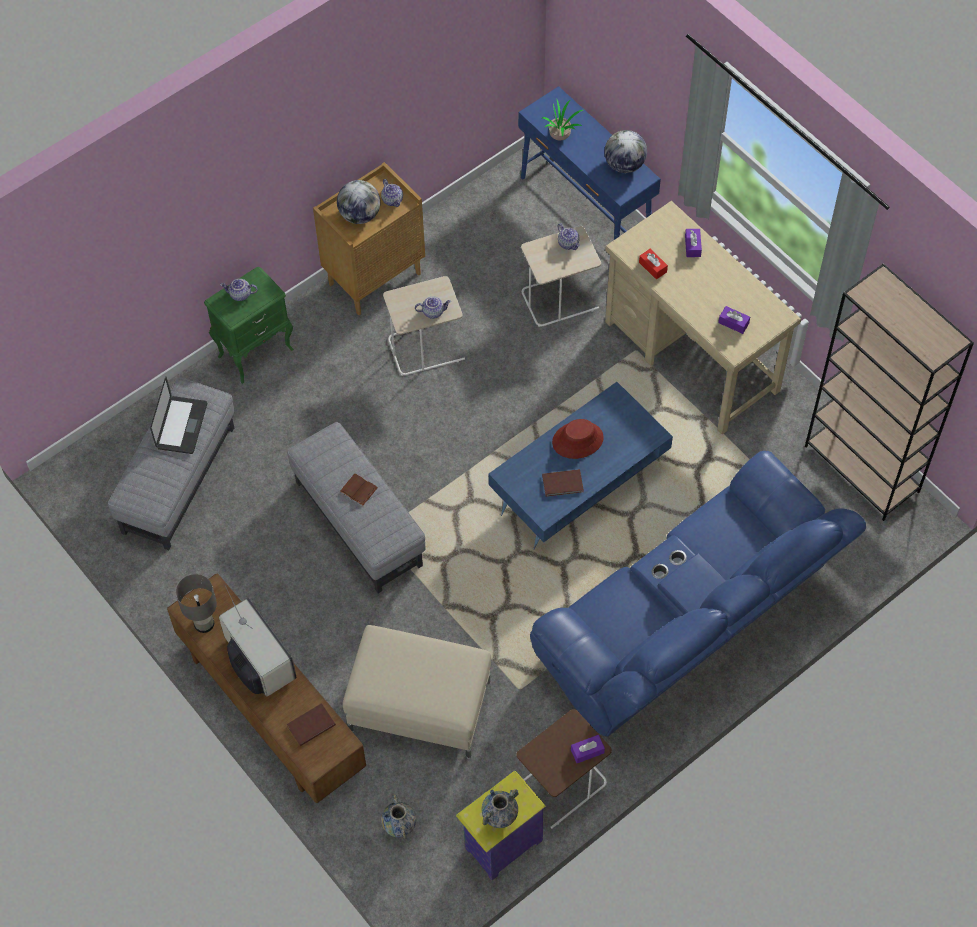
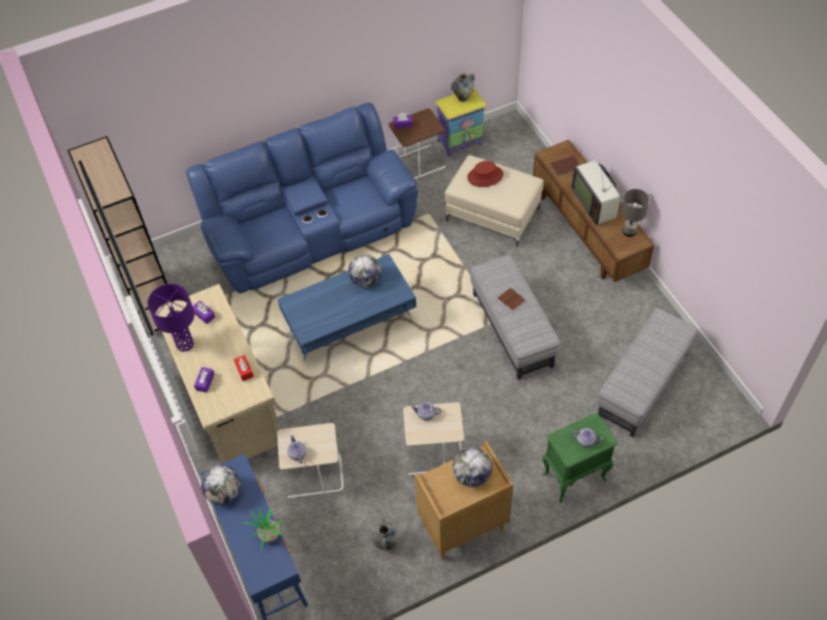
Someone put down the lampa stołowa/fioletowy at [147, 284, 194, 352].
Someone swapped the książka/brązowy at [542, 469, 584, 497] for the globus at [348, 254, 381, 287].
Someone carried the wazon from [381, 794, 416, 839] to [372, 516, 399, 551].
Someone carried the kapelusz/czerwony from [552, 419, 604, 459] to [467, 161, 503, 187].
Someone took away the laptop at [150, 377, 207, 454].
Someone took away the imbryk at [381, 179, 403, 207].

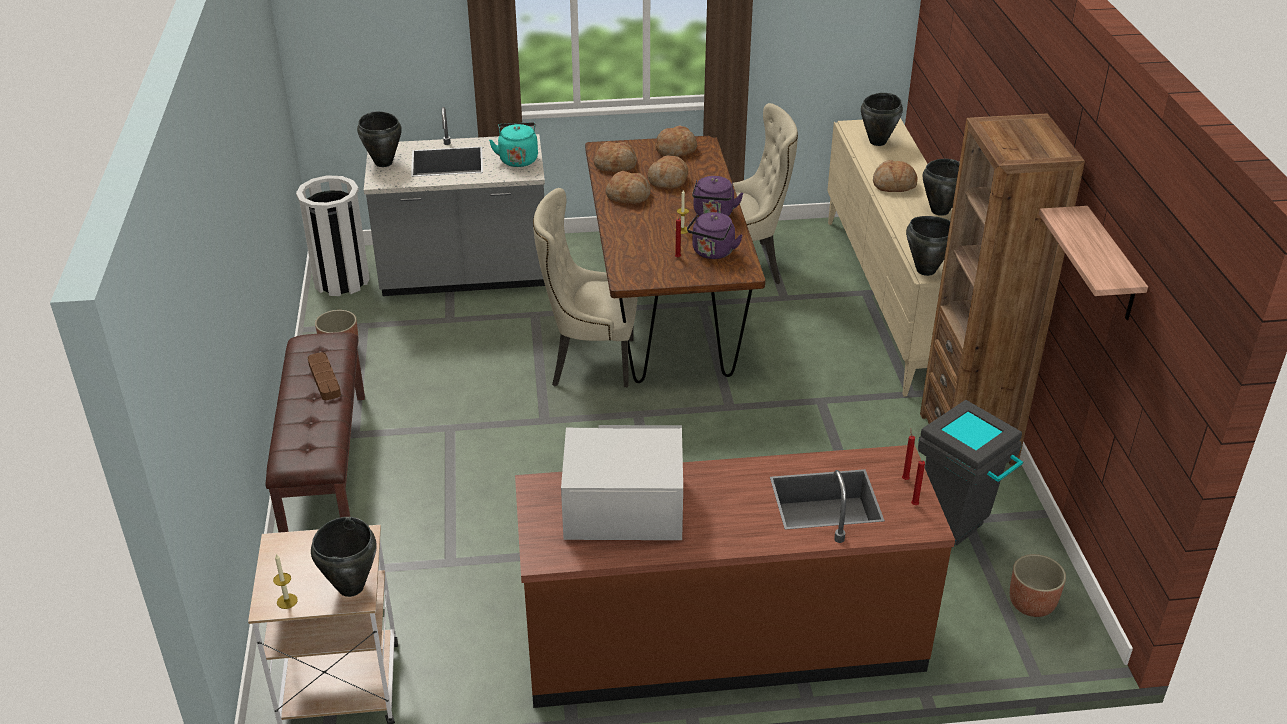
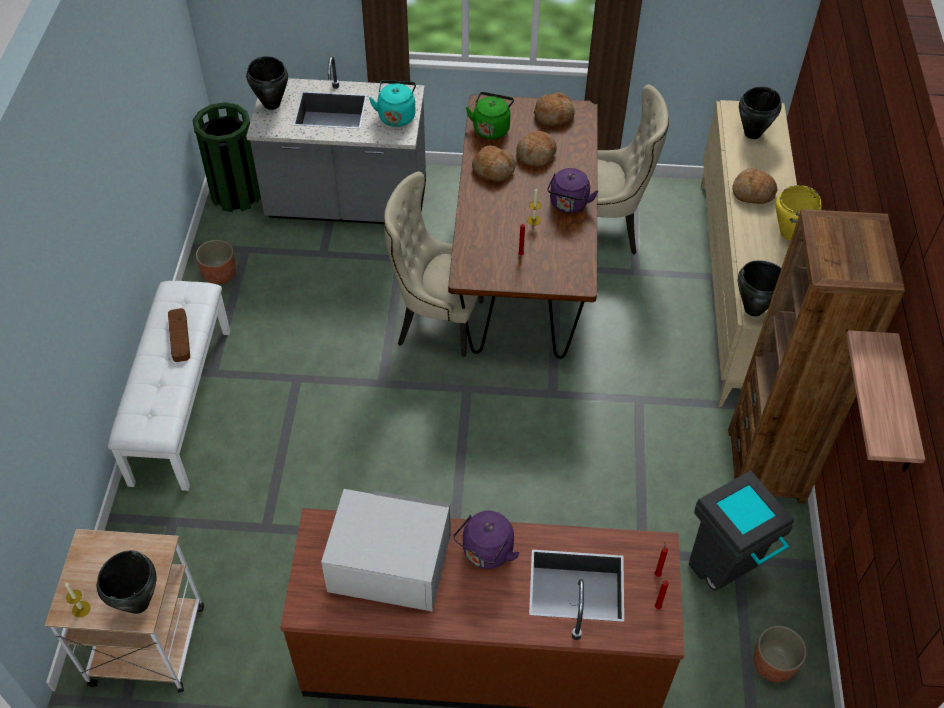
Someone repainted the ławka/brązowy at [266, 332, 365, 533], which became the ławka/biały at [108, 281, 230, 491].
Someone repainted the kosz na śmieci/biały at [296, 175, 370, 296], which became the kosz na śmieci/zielony at [192, 102, 261, 212].
Someone carried the czajnik/fioletowy from [687, 212, 743, 259] to [453, 511, 520, 569].
Someone swapped the chleb at [594, 142, 637, 172] for the czajnik/zielony at [466, 92, 514, 139].
Someone repainted the garnek/czarny at [922, 159, 960, 216], which became the garnek/żółty at [776, 185, 822, 240].

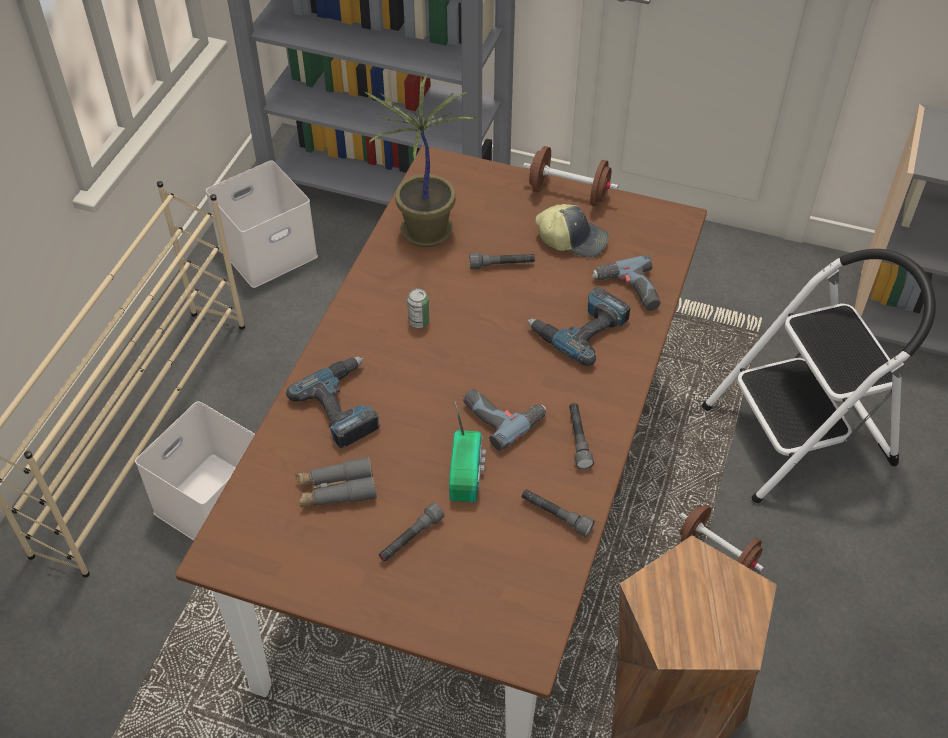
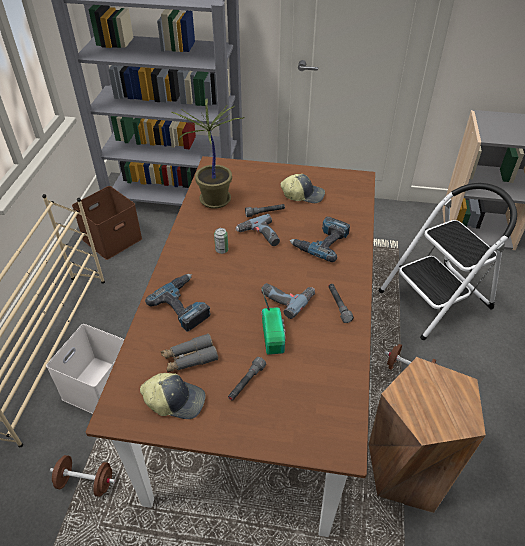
Someone carried the hantel/brązowy from [523, 146, 619, 207] to [50, 455, 116, 497].
Someone repainted the pojemnik do przechowywania/biały at [206, 160, 318, 288], which became the pojemnik do przechowywania/brązowy at [72, 186, 142, 260].
Someone put down the czapka z daszkiem at [140, 373, 206, 419].
Someone carried the wiertarka from [592, 255, 660, 311] to [235, 214, 280, 246].
Someone took away the latarka/szary at [521, 489, 595, 537].

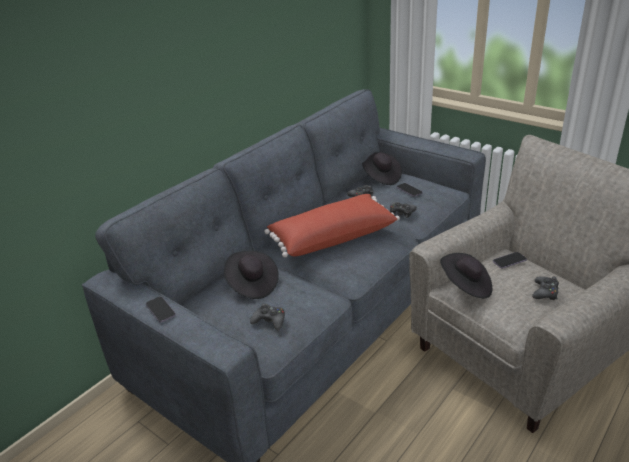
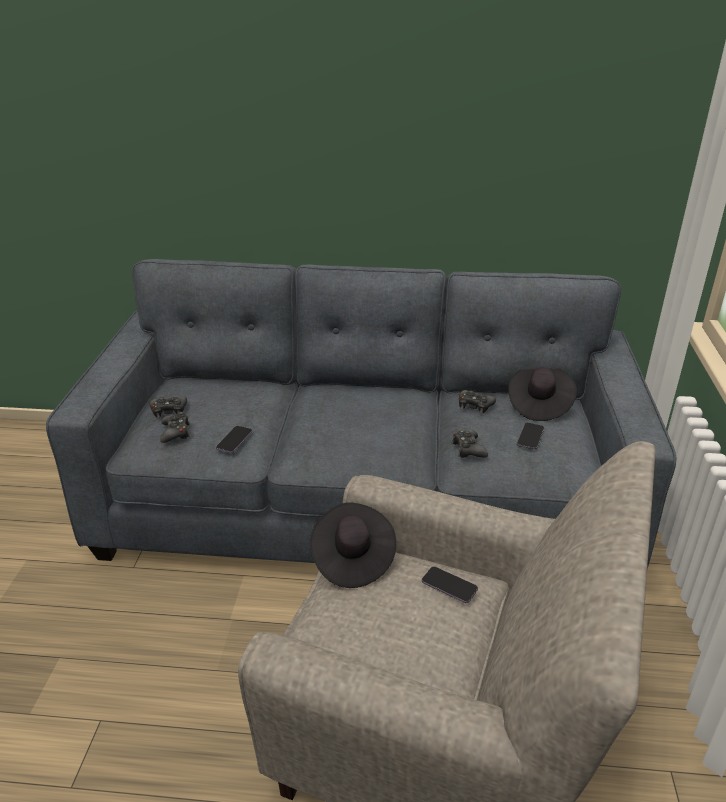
Someone carried the pad do gier/czarny from [532, 276, 559, 300] to [150, 396, 187, 418].
Someone carried the telefon from [146, 296, 176, 323] to [216, 426, 252, 453].
Someone took away the kapelusz/czarny at [224, 251, 279, 299].
Someone took away the poduszka/czerwony at [264, 194, 400, 257].

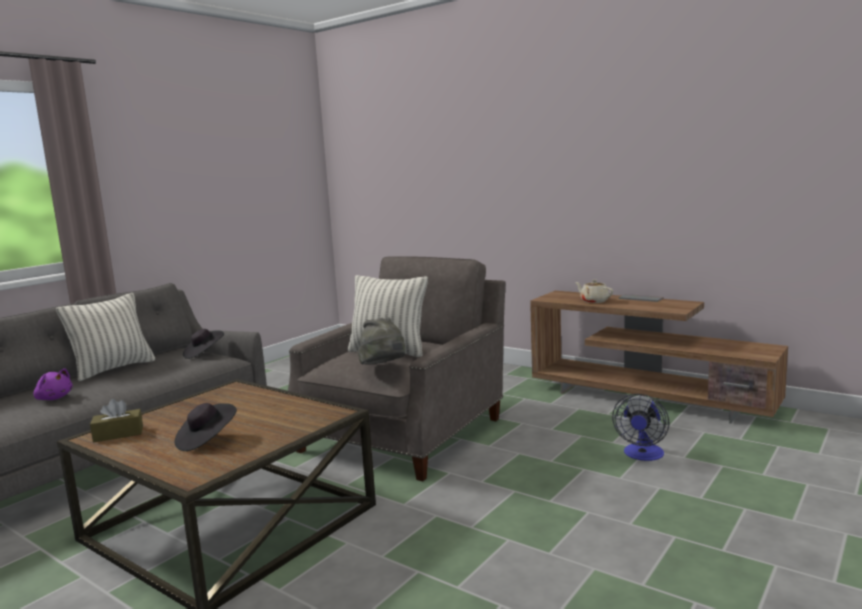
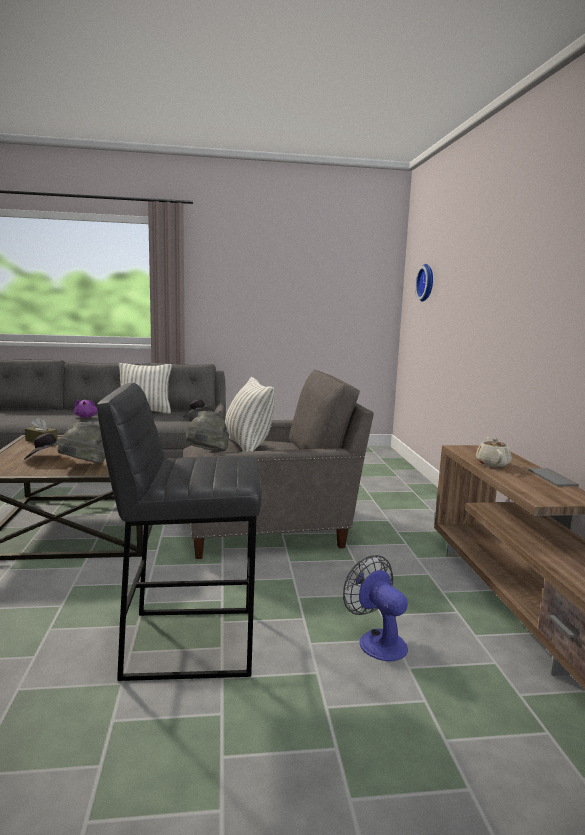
Someone put down the kapelusz/szary at [58, 422, 105, 464].
Someone put down the stołek/szary at [97, 383, 261, 681].
Someone rotated the wentylator at [612, 394, 670, 461] by 75 degrees clockwise.
Someone put up the zegar ścienny at [415, 264, 433, 302].

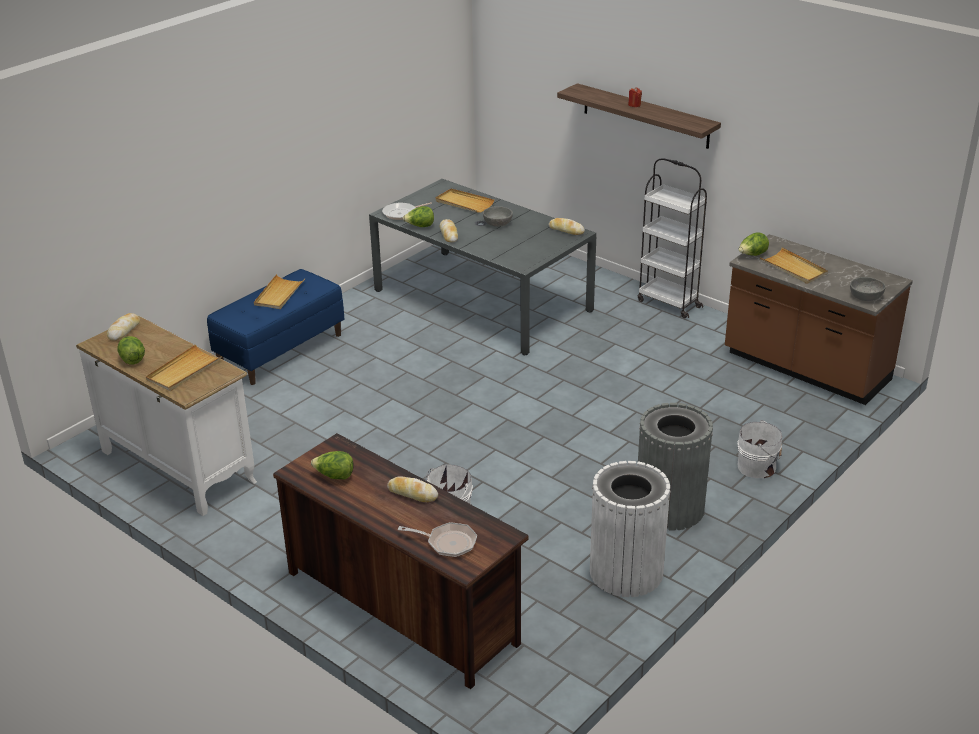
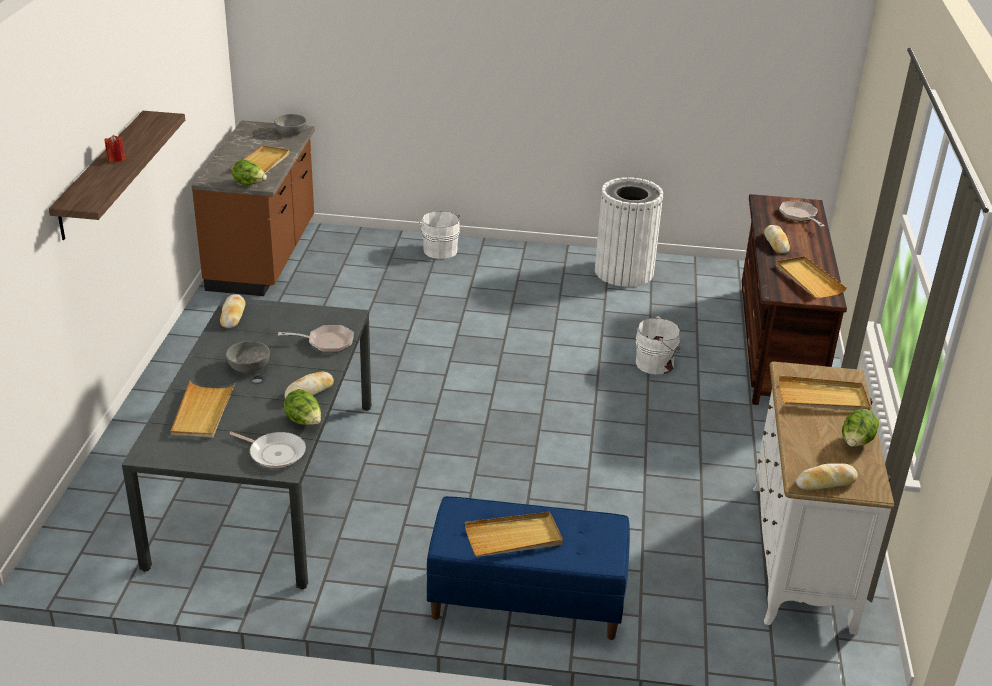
Someone put down the patelnia at [278, 325, 354, 352].
Someone swapped the sałata at [311, 451, 354, 479] for the taca/beżowy at [776, 256, 847, 298].
Someone took away the wózek/biały at [638, 158, 707, 319].
Someone took away the kosz na śmieci/szary at [638, 403, 713, 531].

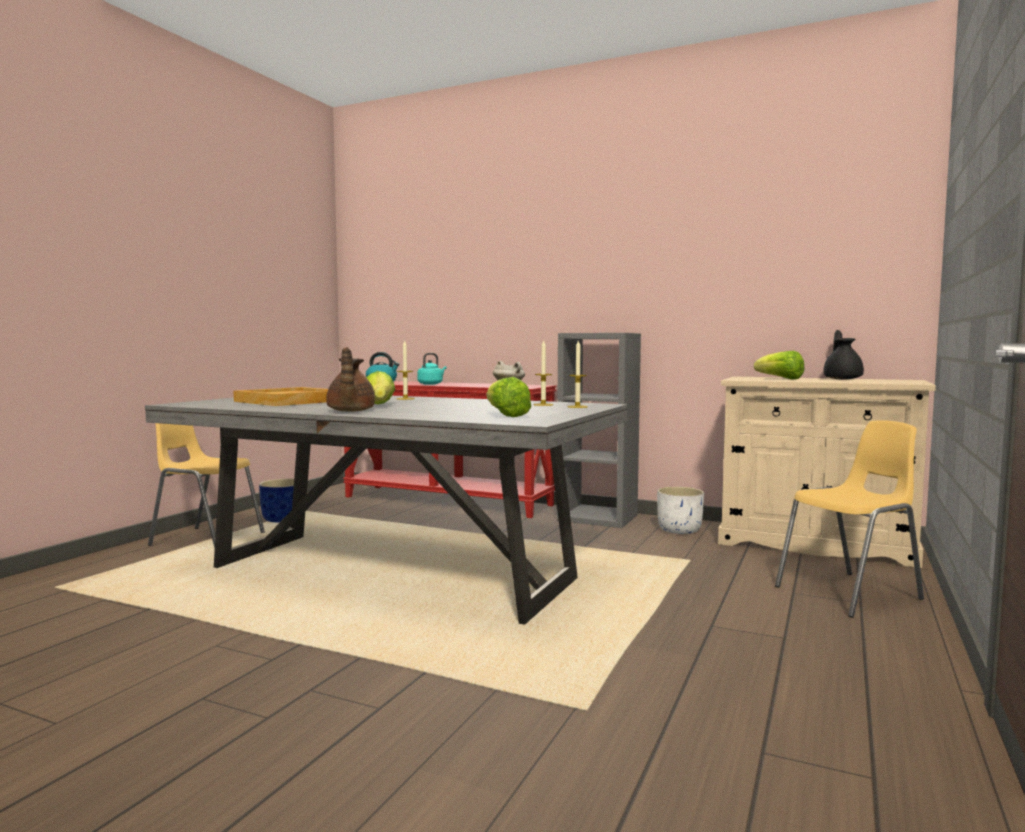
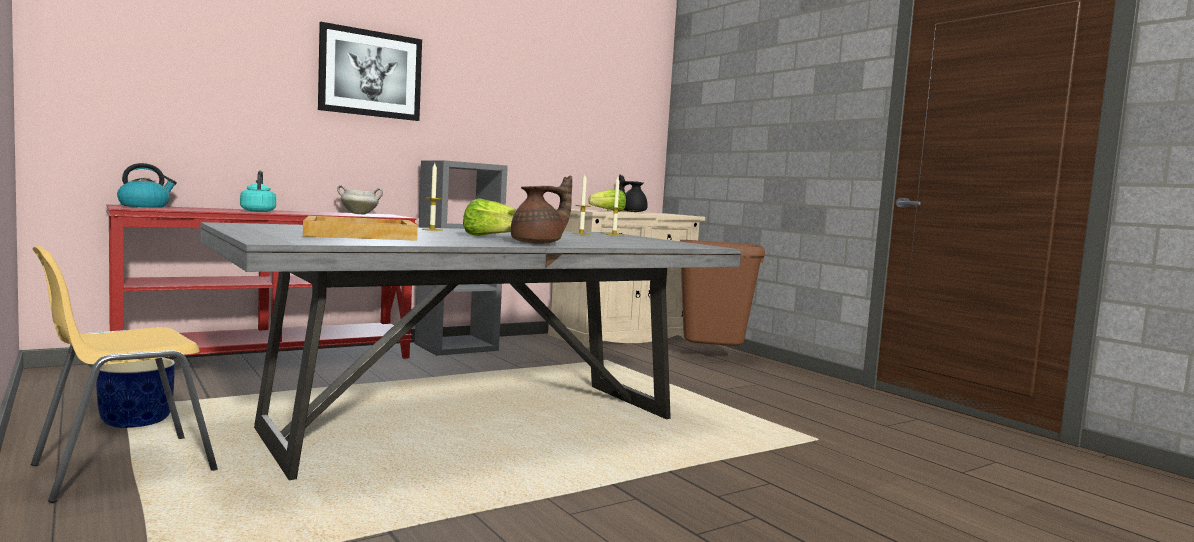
Someone put up the obraz at [318, 22, 422, 121].
Someone rotated the imbryk/brązowy at [326, 347, 375, 412] by 60 degrees counterclockwise.
Someone swapped the krzesło/żółty at [775, 420, 924, 618] for the kosz na śmieci/brązowy at [680, 240, 765, 346].
Someone took away the sałata at [487, 377, 531, 417].
Someone took away the donica/biały at [657, 487, 704, 534].

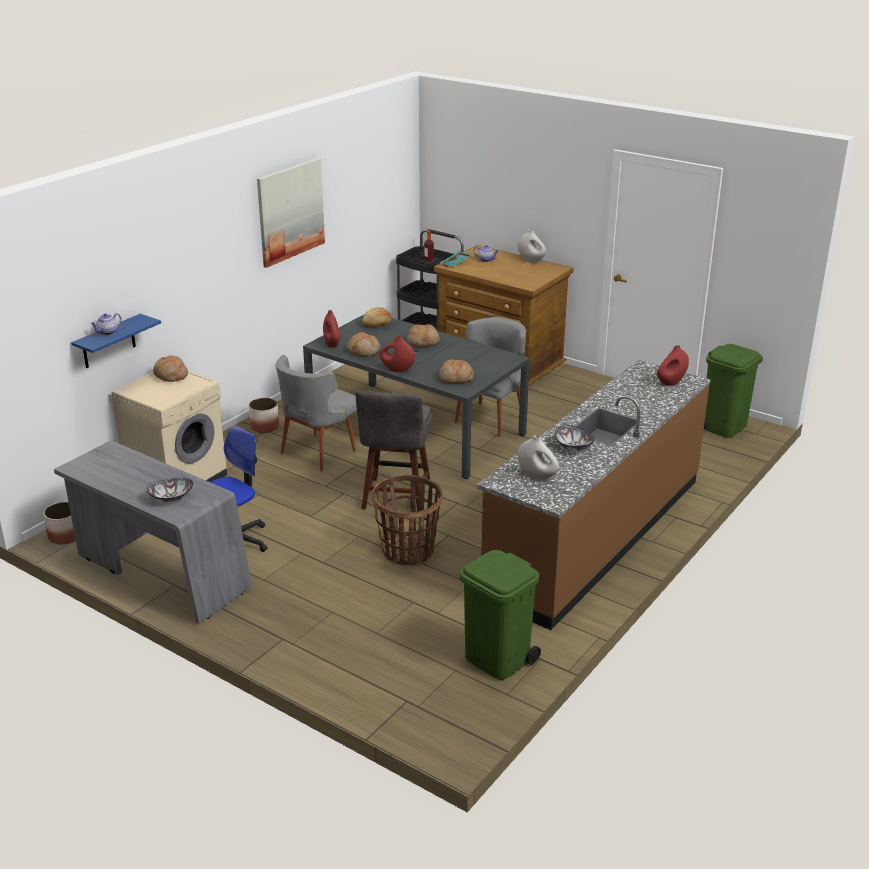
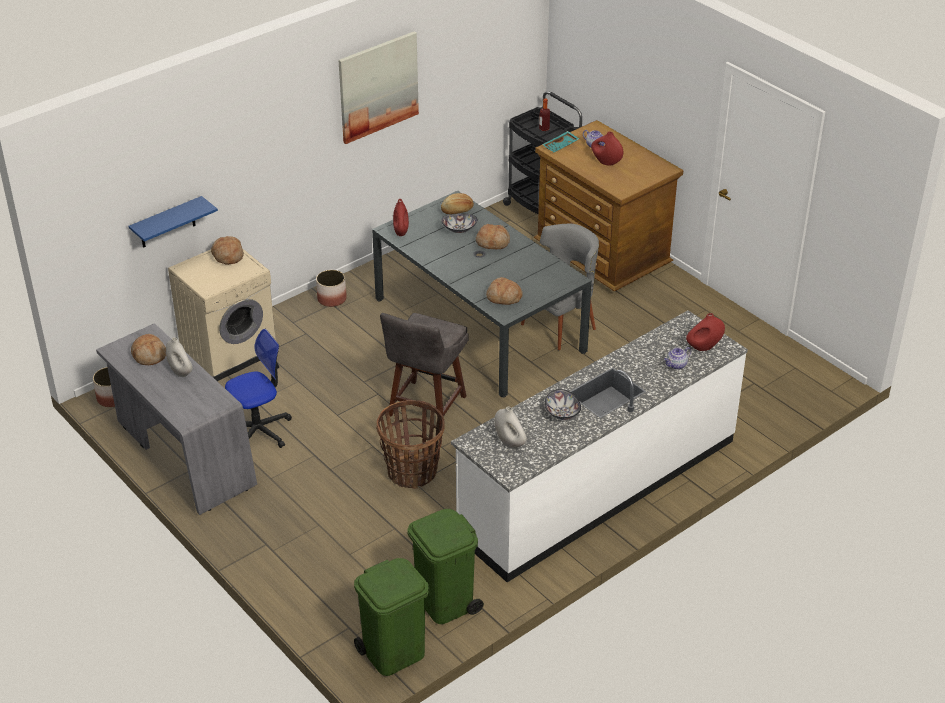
Someone carried the chleb from [347, 332, 380, 357] to [131, 334, 166, 365].
Someone carried the wazon/biały from [518, 229, 546, 263] to [166, 337, 193, 377].
Someone carried the kosz na śmieci/zielony from [704, 344, 763, 438] to [354, 558, 429, 676].
Someone carried the miska from [146, 478, 193, 503] to [441, 214, 478, 233].
Someone repainted the zabudowa kuchenna/brązowy at [477, 360, 711, 630], which became the zabudowa kuchenna/biały at [451, 310, 748, 582].
Someone carried the wazon/czerwony from [379, 336, 415, 372] to [591, 132, 623, 165].
Someone carried the imbryk from [91, 313, 122, 335] to [664, 347, 691, 370].
Someone took away the krzesło/szary at [276, 355, 357, 471].

